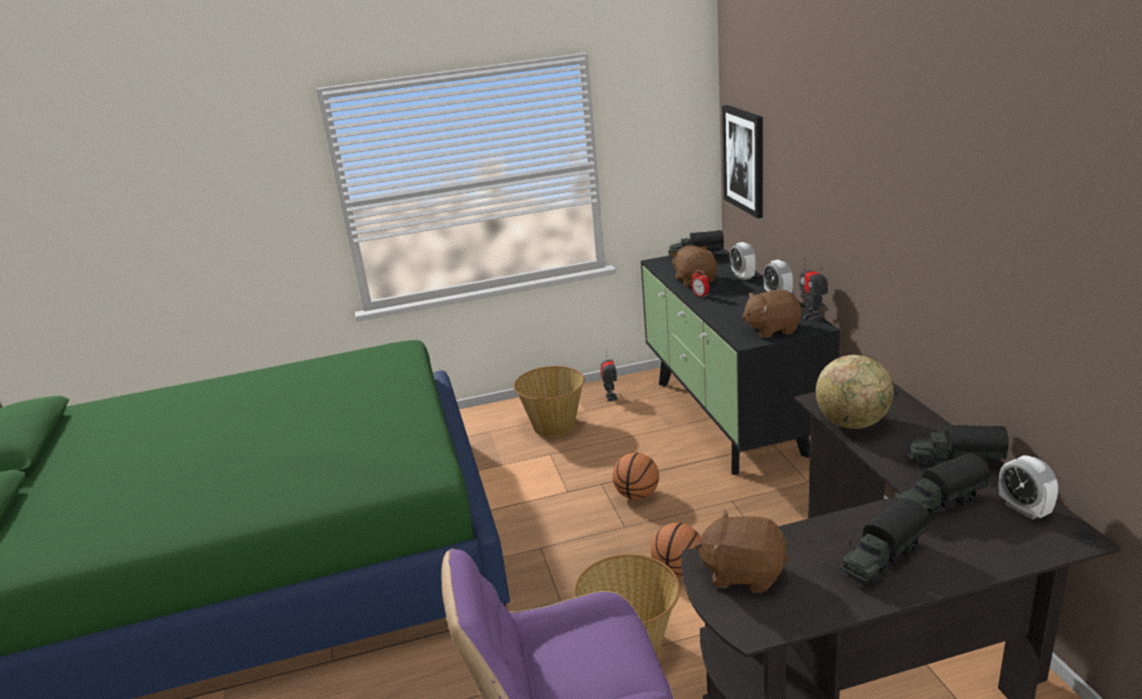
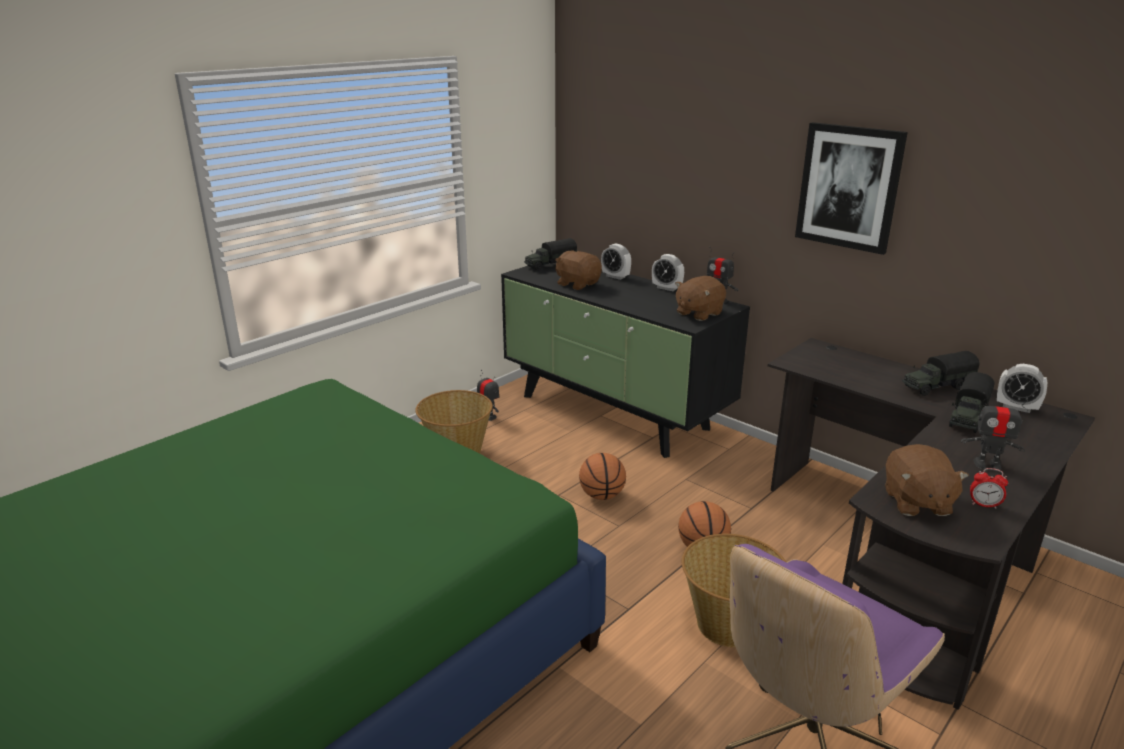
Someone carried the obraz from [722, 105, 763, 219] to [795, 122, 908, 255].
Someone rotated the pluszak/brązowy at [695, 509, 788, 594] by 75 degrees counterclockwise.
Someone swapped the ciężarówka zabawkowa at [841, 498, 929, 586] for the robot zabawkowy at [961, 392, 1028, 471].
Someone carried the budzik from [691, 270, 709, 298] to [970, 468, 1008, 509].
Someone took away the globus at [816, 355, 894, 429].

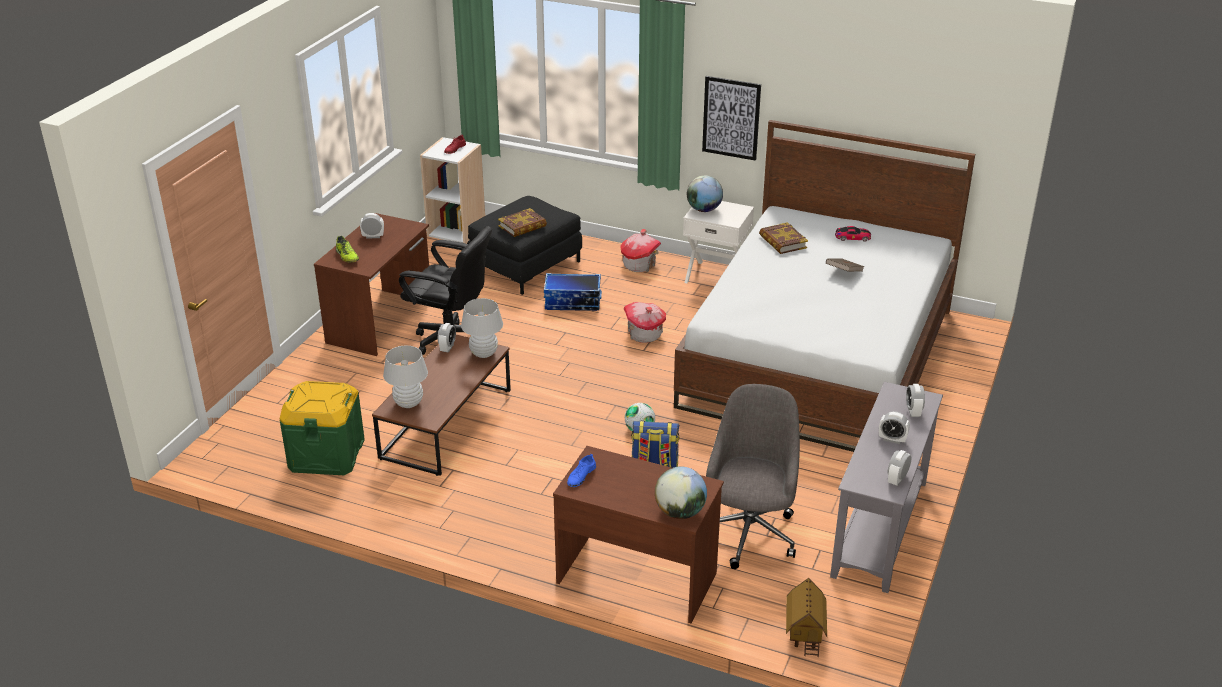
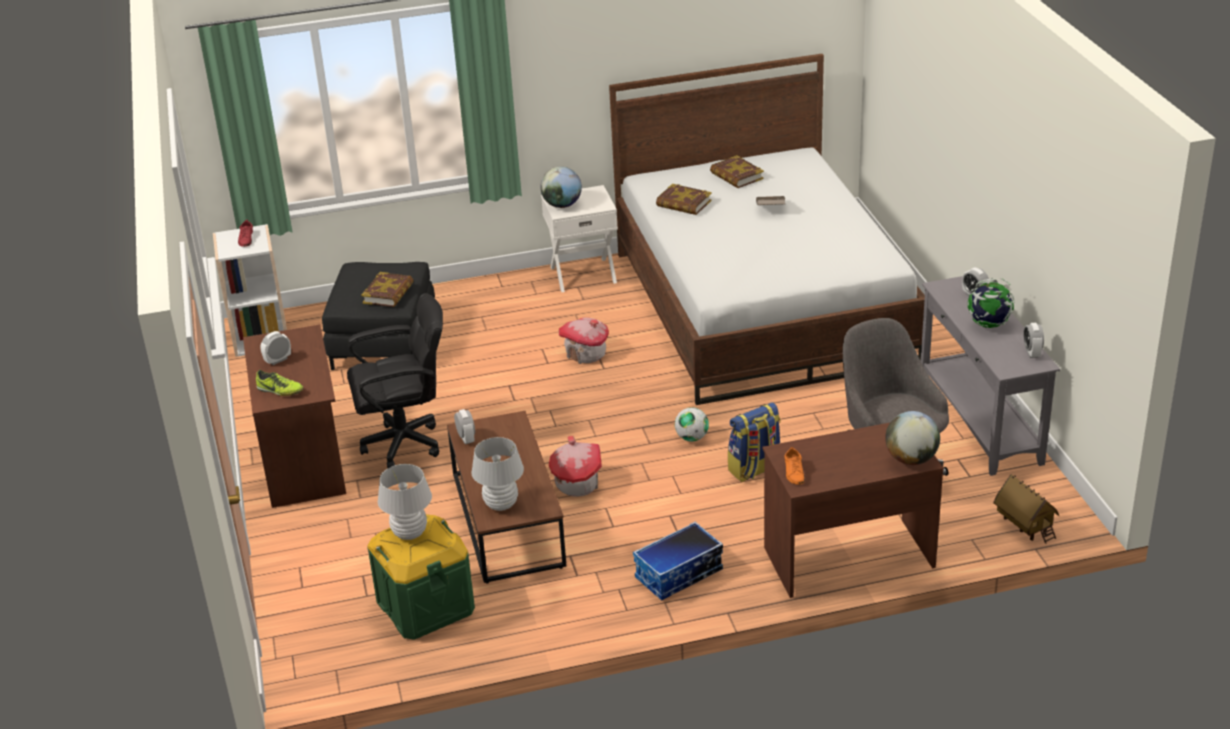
Someone carried the lampa stołowa/biały from [461, 298, 503, 358] to [378, 464, 432, 540].
Someone carried the domek from [620, 229, 661, 272] to [549, 436, 602, 497].
Someone carried the pojemnik do przechowywania from [544, 273, 602, 311] to [633, 522, 723, 600].
Someone swapped the samochodzik at [835, 226, 871, 242] for the książka at [710, 155, 764, 188].
Someone repainted the but/niebieski at [567, 454, 596, 487], which became the but/pomarańczowy at [784, 447, 805, 485].
Someone swapped the budzik at [879, 411, 910, 444] for the globus at [968, 278, 1015, 328].
Someone took away the obraz at [702, 76, 761, 161].

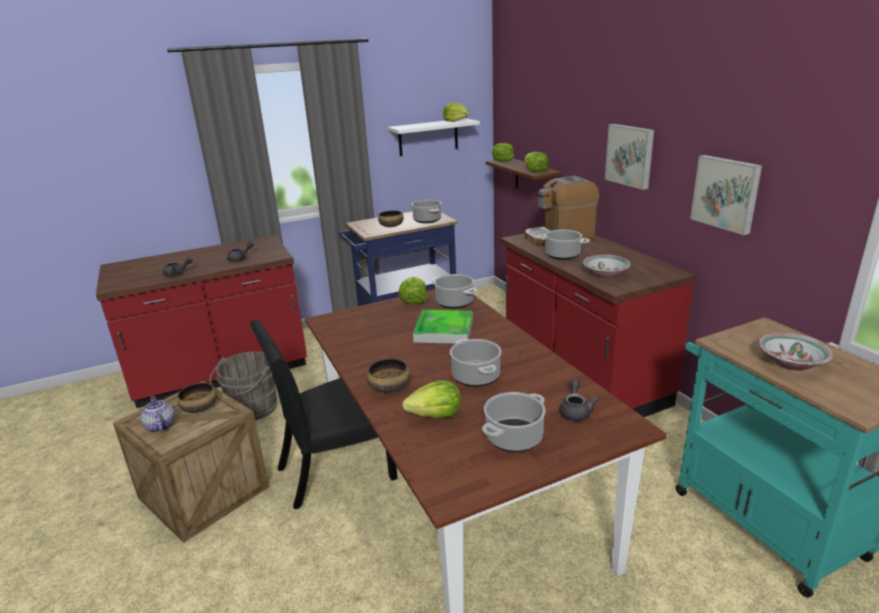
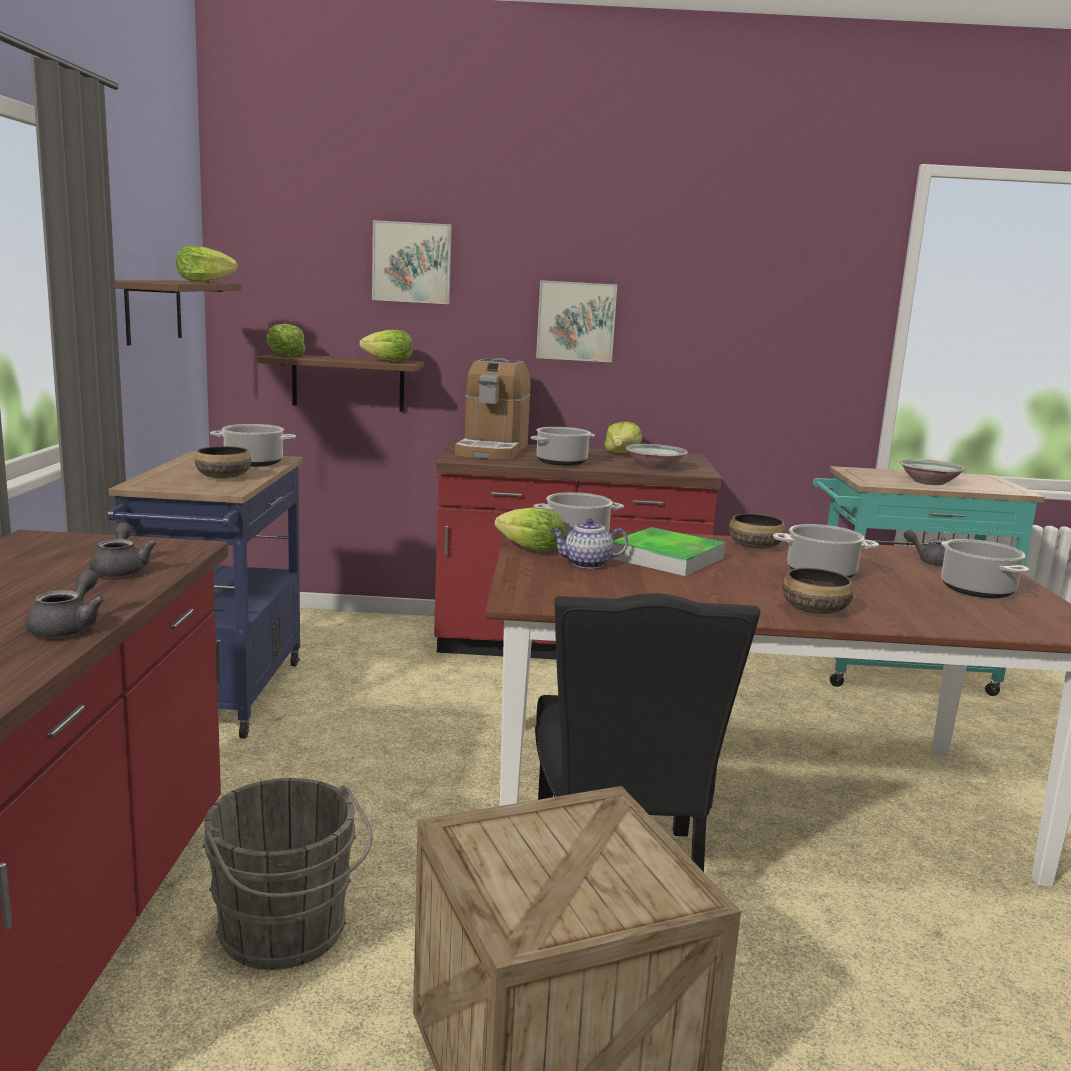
Someone repainted the półka/biały at [387, 118, 480, 156], which became the półka/brązowy at [115, 280, 241, 346].
Someone carried the obraz from [690, 155, 762, 235] to [372, 220, 452, 304].
Someone carried the imbryk from [141, 396, 175, 432] to [550, 518, 628, 569].
Someone carried the sałata from [402, 380, 461, 418] to [604, 421, 642, 453].
Someone carried the miska from [177, 383, 217, 413] to [729, 513, 786, 549].

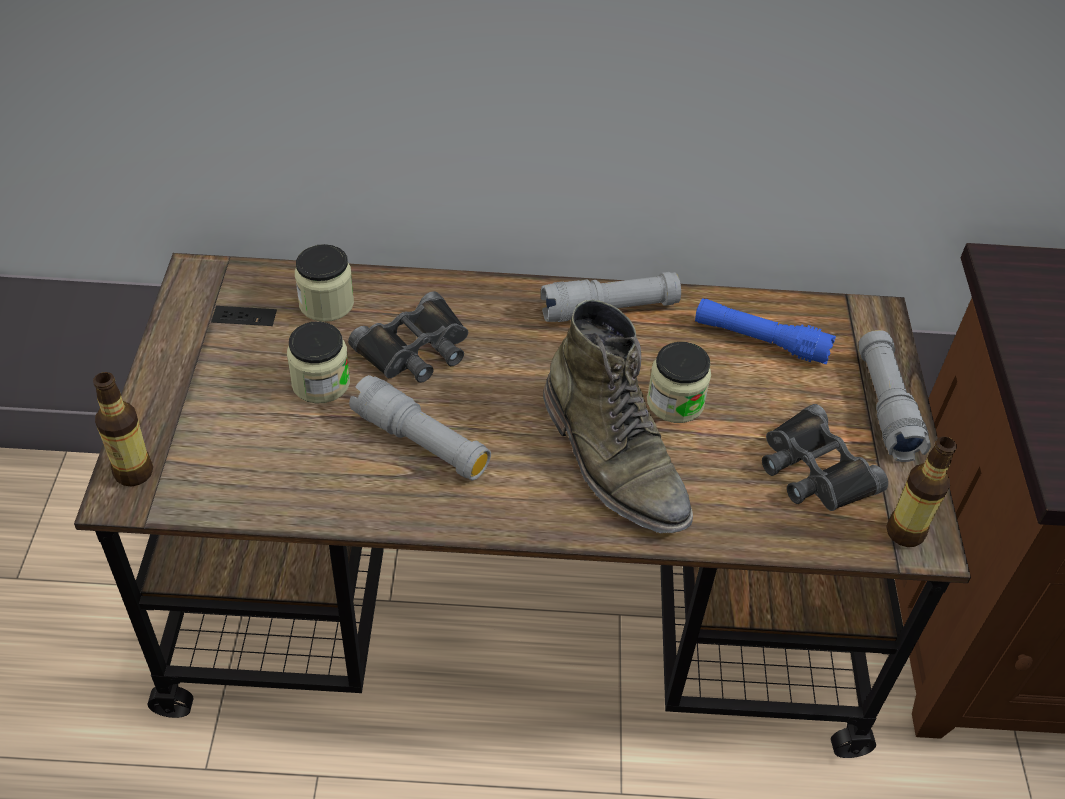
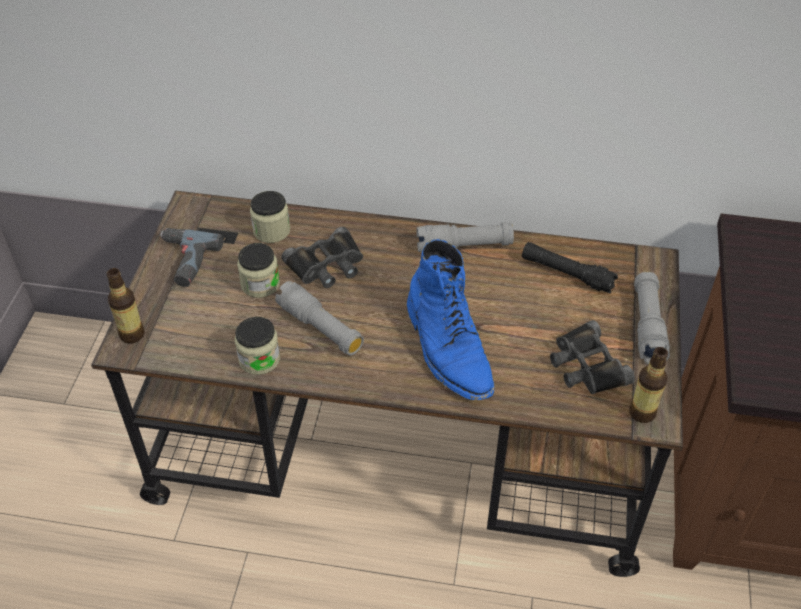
Someone put down the wiertarka at [160, 228, 223, 287].
Someone carried the słoik from [647, 342, 711, 423] to [235, 317, 280, 375].
Someone repainted the but z cholewką/zielony at [543, 300, 693, 533], which became the but z cholewką/niebieski at [407, 239, 494, 400].
Someone repainted the latarka/niebieski at [695, 298, 836, 365], which became the latarka/czarny at [522, 242, 618, 294].

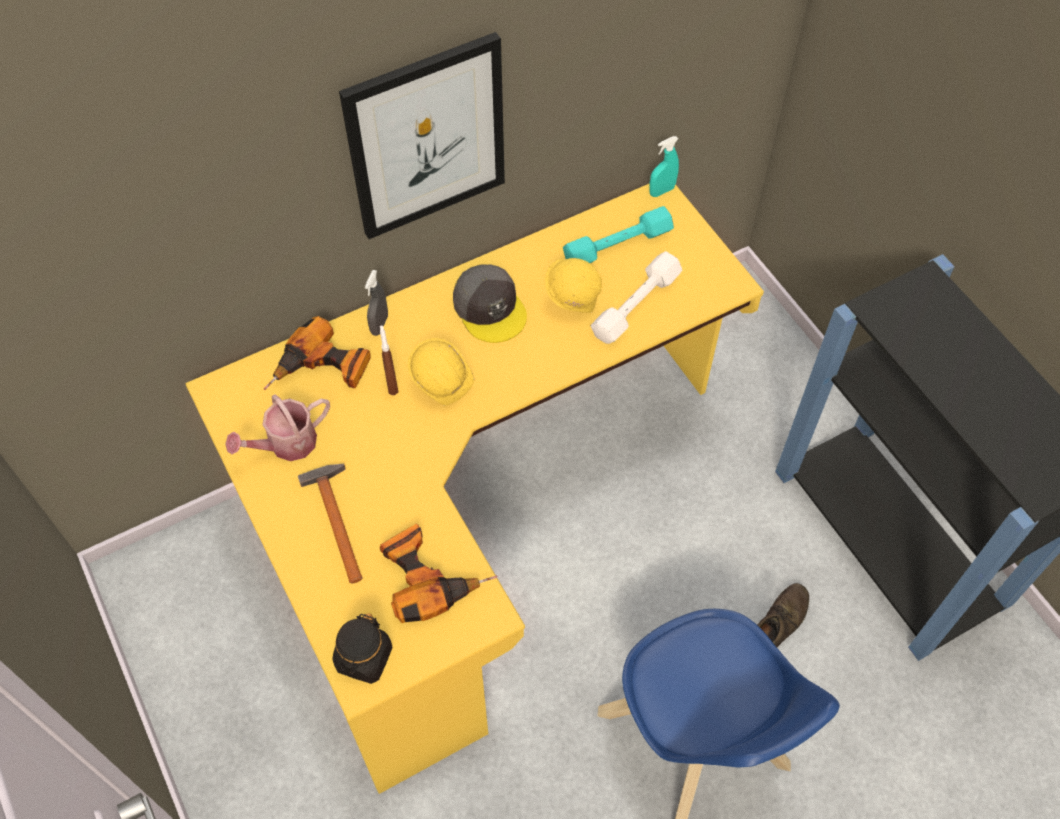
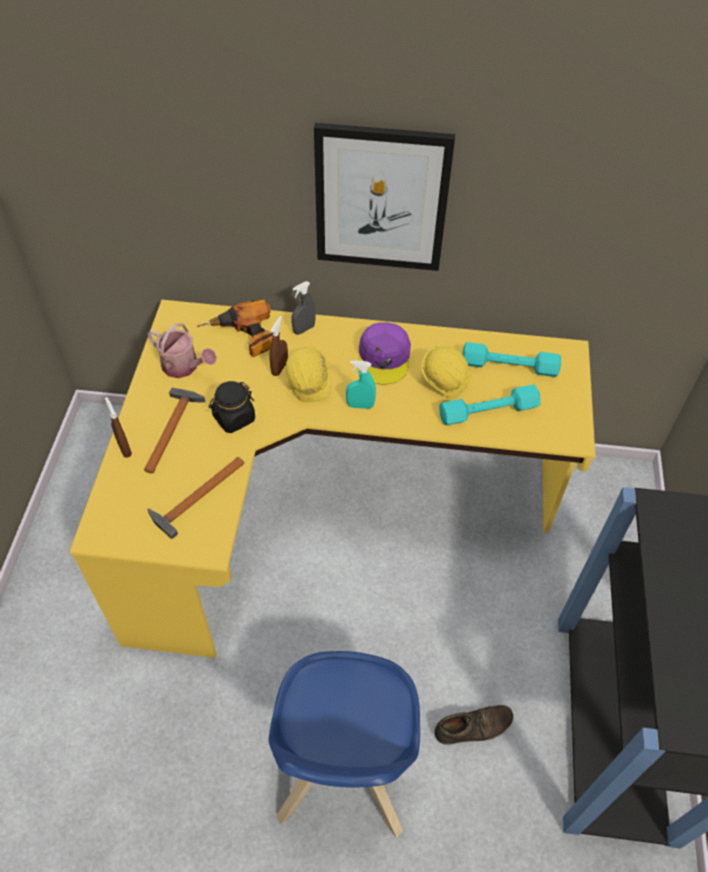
Someone put down the spryskiwacz/brązowy at [105, 397, 132, 458].
Someone rotated the konewka at [226, 394, 330, 461] by 150 degrees counterclockwise.
Someone swapped the wiertarka at [380, 524, 498, 623] for the młotek at [147, 457, 244, 539].
Someone carried the słoik/czarny from [333, 613, 393, 684] to [209, 381, 255, 433].
Someone carried the spryskiwacz/turkusowy from [649, 136, 679, 197] to [346, 360, 376, 409].
Someone repainted the czapka z daszkiem/szary at [453, 264, 527, 343], which became the czapka z daszkiem/fioletowy at [357, 322, 411, 385].
Someone repainted the hantel/biały at [591, 251, 682, 344], which became the hantel/turkusowy at [439, 384, 540, 425].

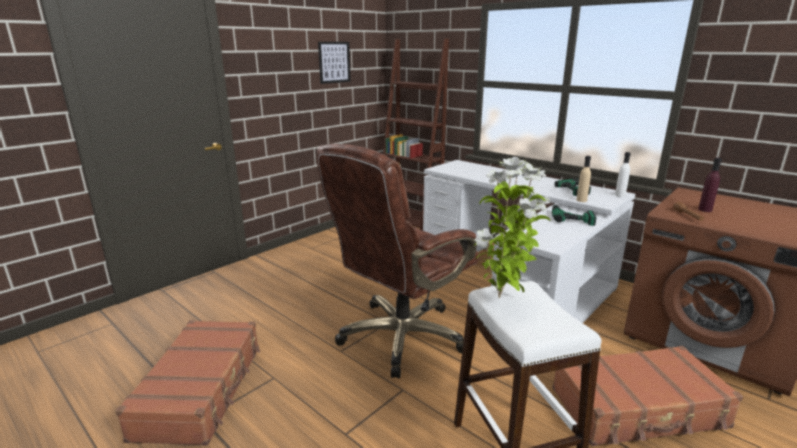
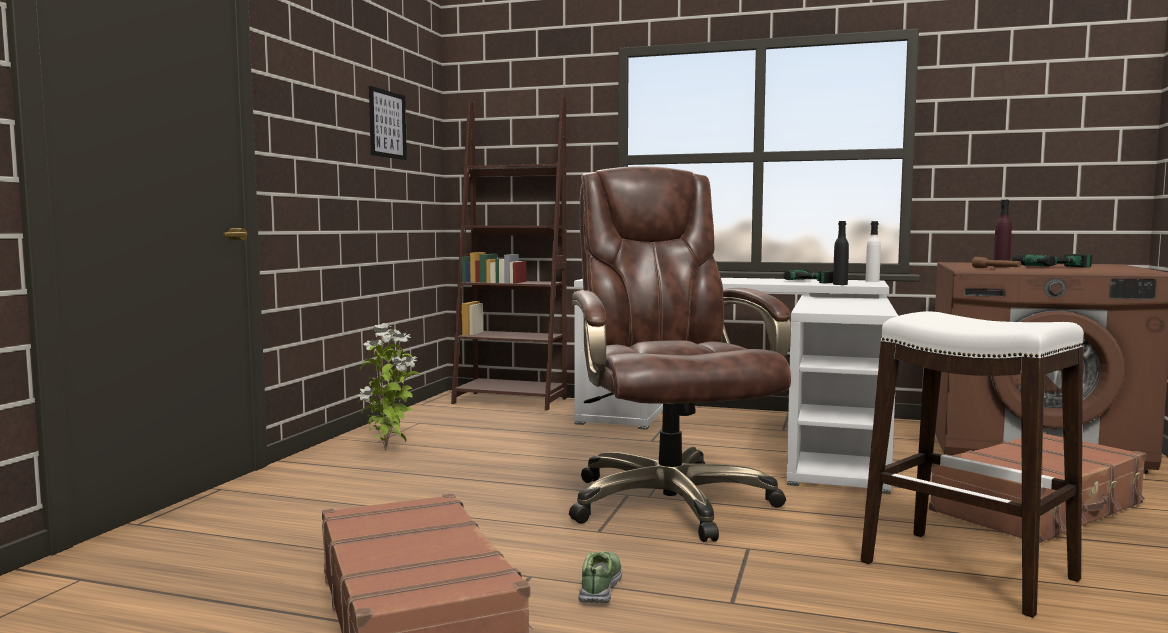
Someone carried the roślina doniczkowa from [474, 157, 550, 298] to [358, 323, 419, 451].
Someone rotated the krzesło biurowe/brązowy at [317, 144, 479, 379] by 150 degrees clockwise.
Someone put down the but at [579, 551, 622, 603].
Someone repainted the butelka/beżowy at [576, 156, 591, 202], which became the butelka/czarny at [833, 221, 849, 285].
Someone carried the wiertarka from [551, 204, 596, 226] to [1011, 254, 1092, 267].

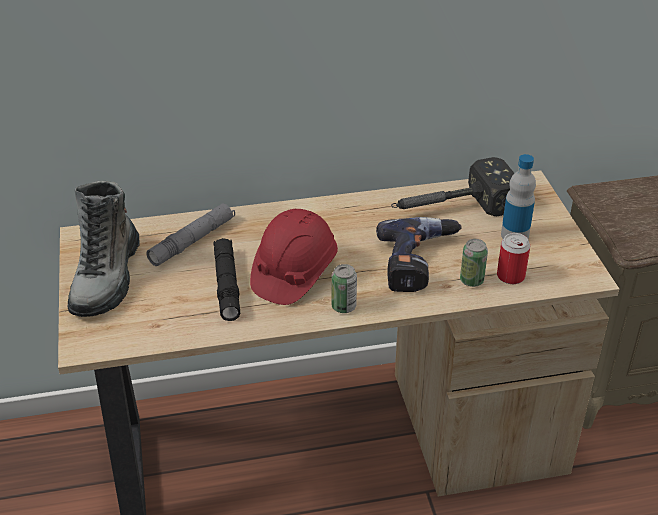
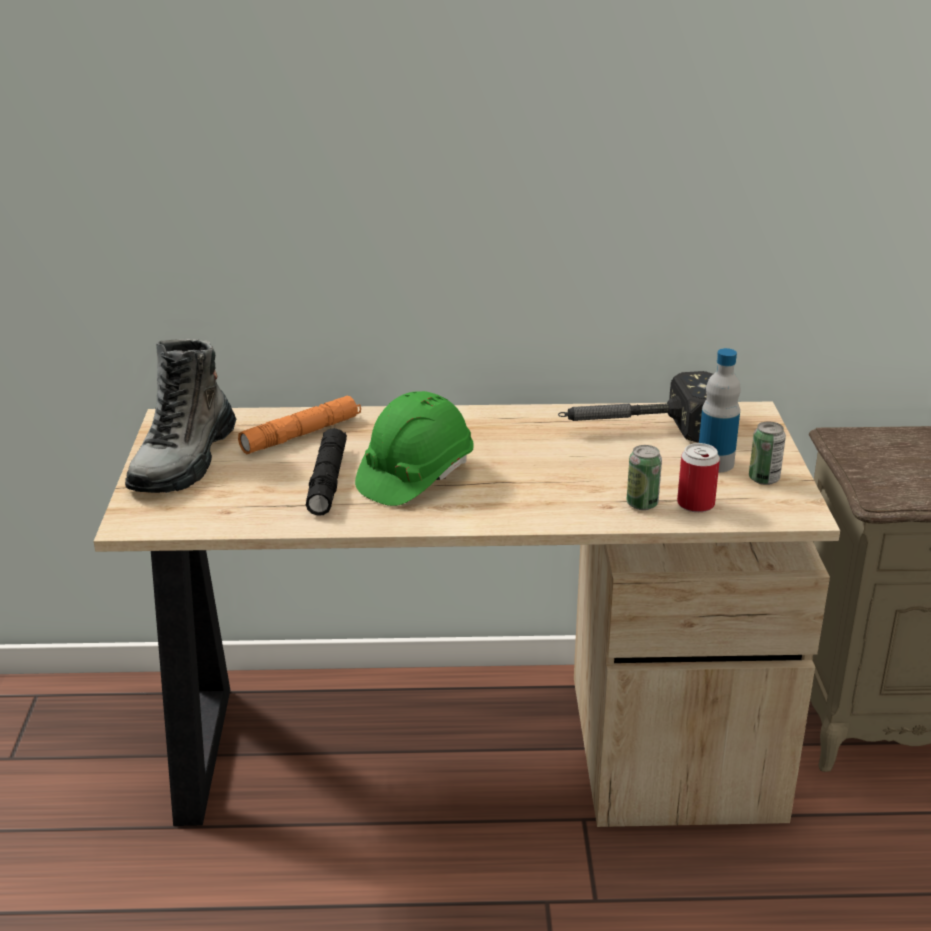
Someone repainted the latarka/szary at [146, 203, 235, 266], which became the latarka/pomarańczowy at [238, 395, 361, 454].
Someone repainted the kask/czerwony at [250, 209, 338, 305], which became the kask/zielony at [355, 391, 474, 506].
Someone carried the puszka from [331, 264, 357, 313] to [749, 421, 786, 485].
Someone took away the wiertarka at [376, 217, 462, 292].

